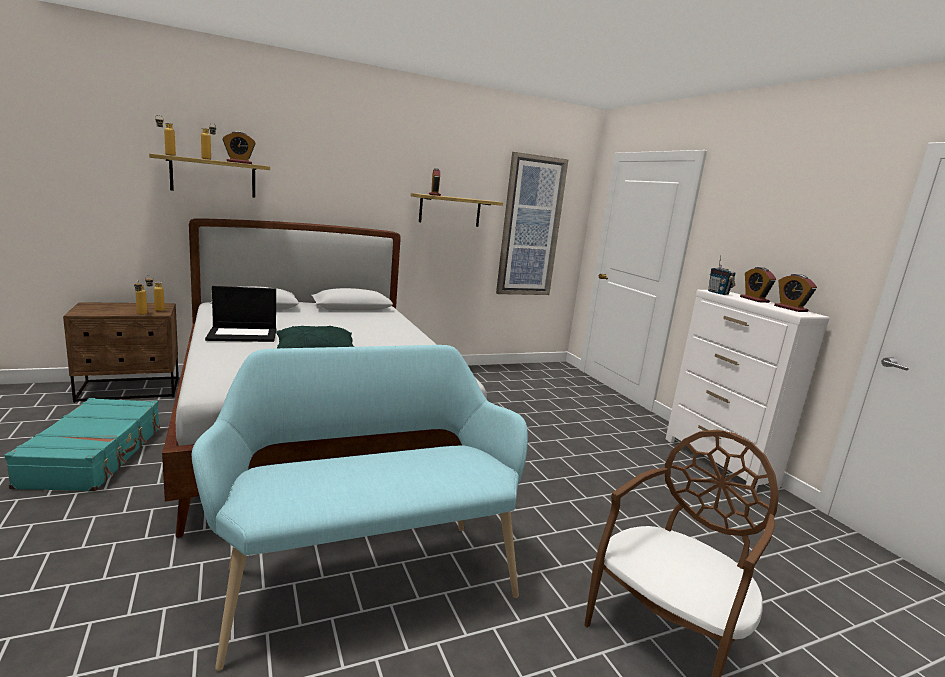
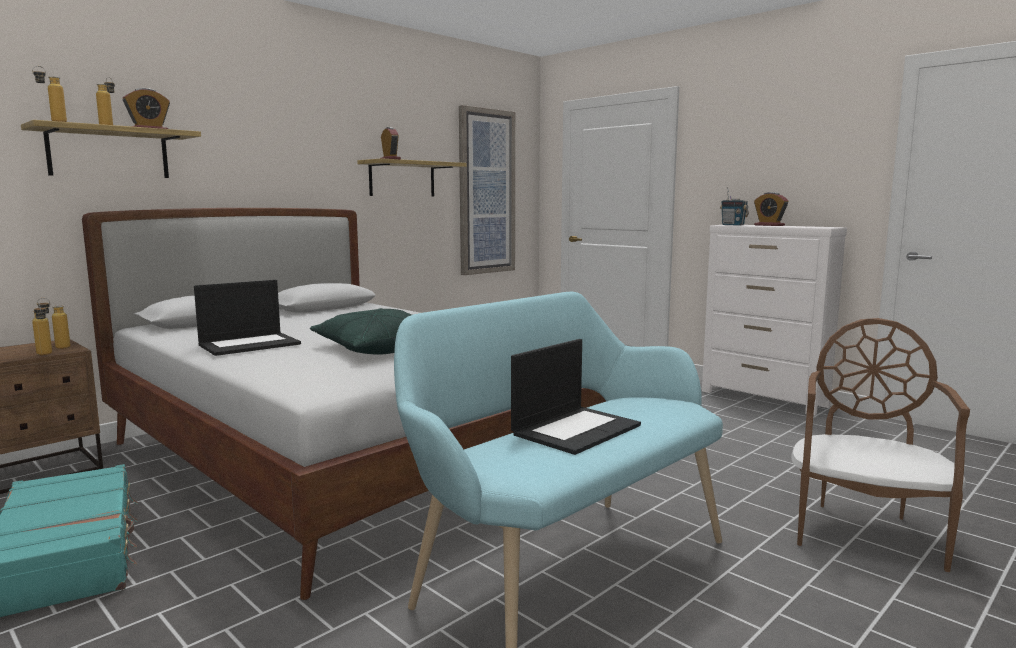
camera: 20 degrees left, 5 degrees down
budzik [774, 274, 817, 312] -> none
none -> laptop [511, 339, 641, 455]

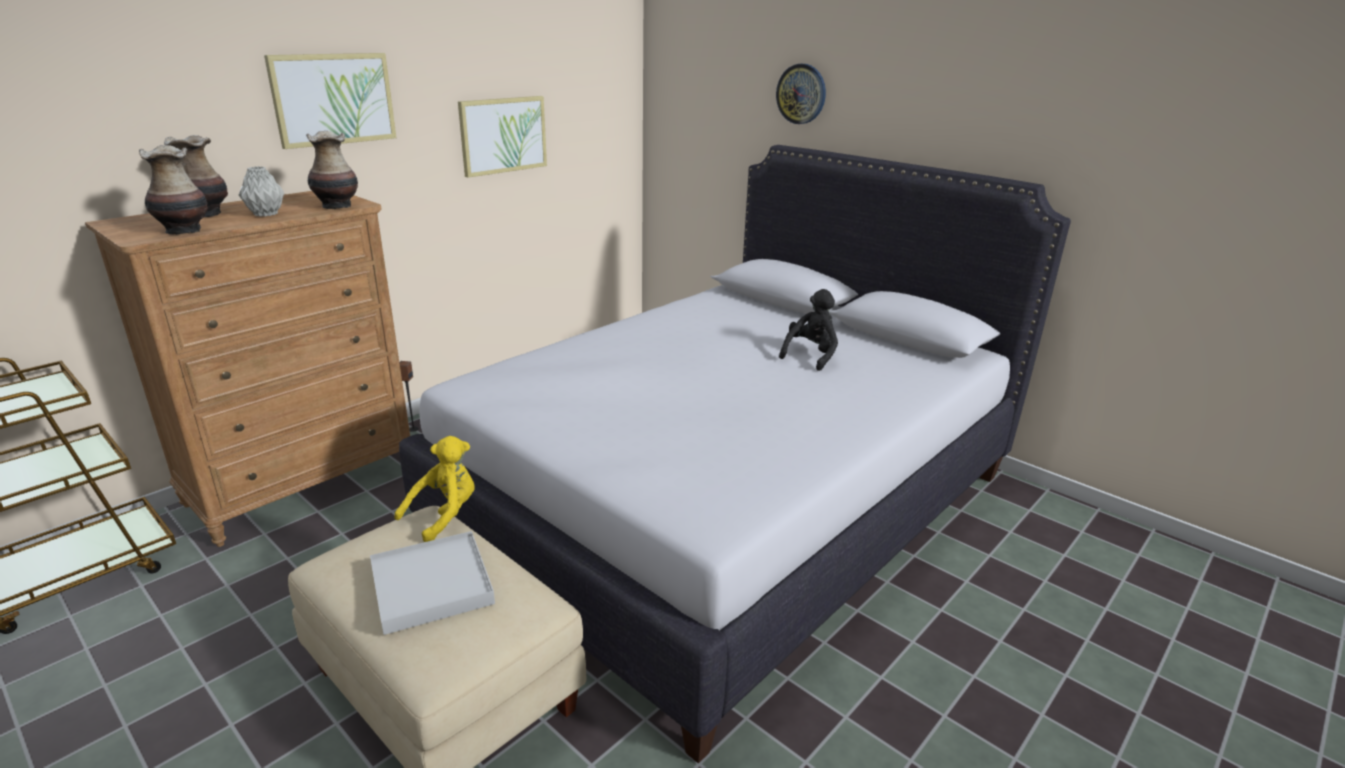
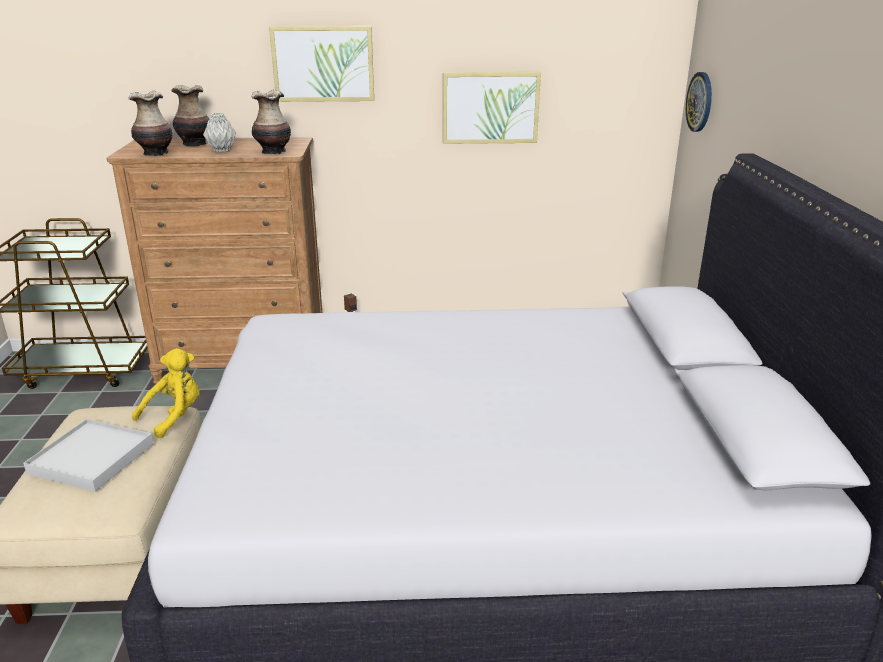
camera: 45 degrees right, 0 degrees up
pluszak (żółty) [394, 436, 475, 542] -> pluszak (żółty) [132, 348, 200, 438], 45 degrees counterclockwise
zegar ścienny [776, 64, 826, 124] -> zegar ścienny [686, 72, 712, 132], shifted
pluszak (czarny) [779, 289, 838, 371] -> none

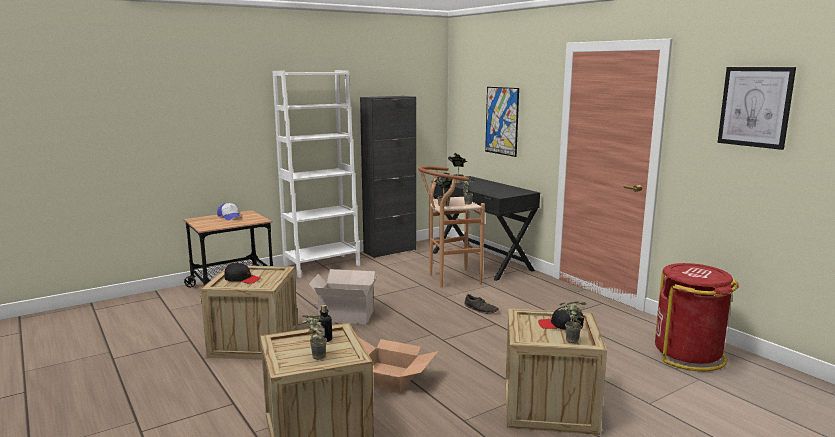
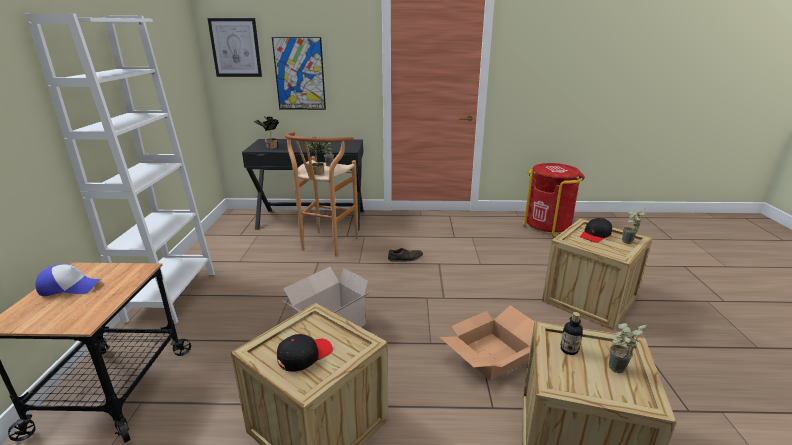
camera: 55 degrees left, 10 degrees up
szafka (czarny) [360, 96, 416, 258] -> none
obraz [718, 67, 796, 150] -> obraz [208, 18, 262, 77], shifted

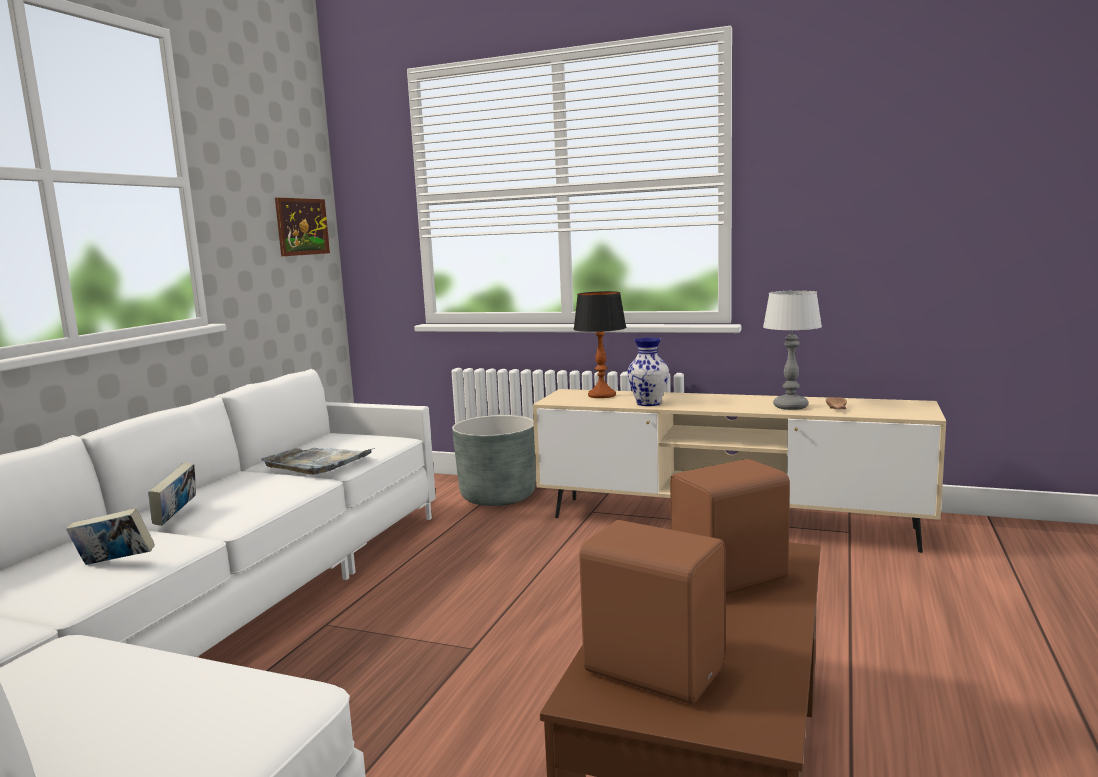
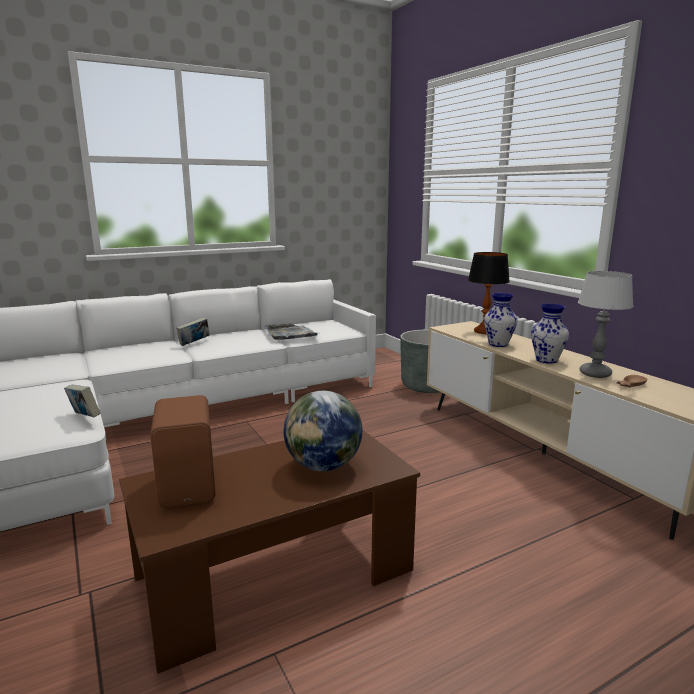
camera: 40 degrees right, 5 degrees up
książka [66, 508, 155, 565] -> książka [64, 385, 100, 417], shifted
obraz [275, 198, 330, 256] -> none
głośnik (brązowy) [670, 459, 790, 595] -> globus [284, 391, 362, 471]
none -> wazon [531, 304, 569, 364]

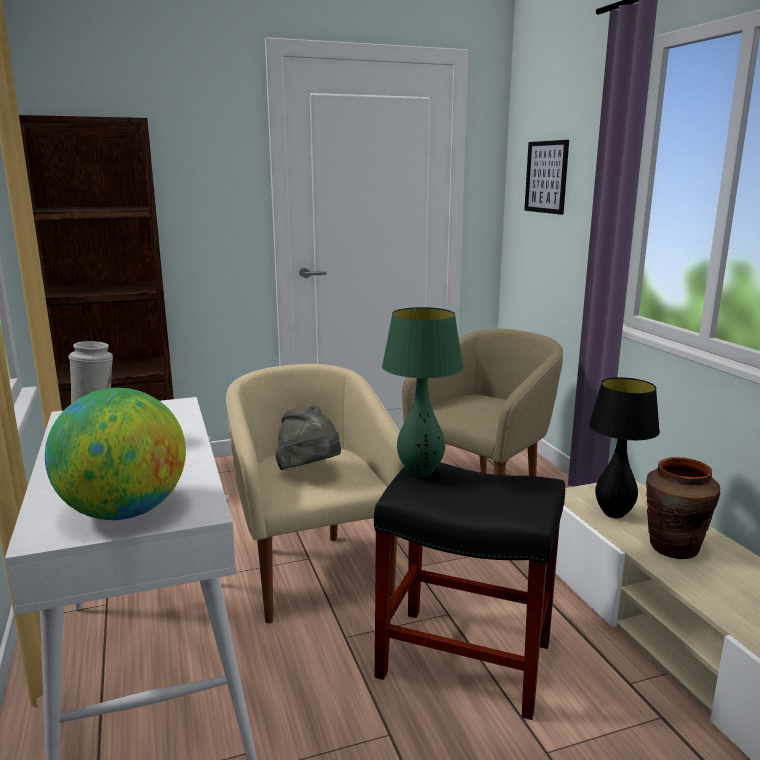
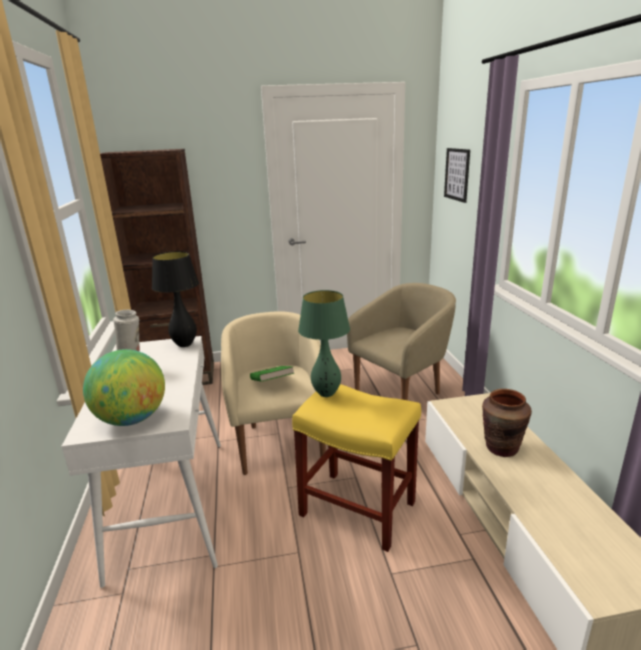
camera: 10 degrees right, 5 degrees up
kapelusz (szary) [276, 405, 341, 470] -> książka (zielony) [250, 366, 294, 382]
stołek (czarny) [374, 462, 565, 720] -> stołek (żółty) [292, 384, 421, 552]
lampa stołowa (czarny) [589, 377, 660, 518] -> lampa stołowa (czarny) [152, 251, 199, 347], shifted

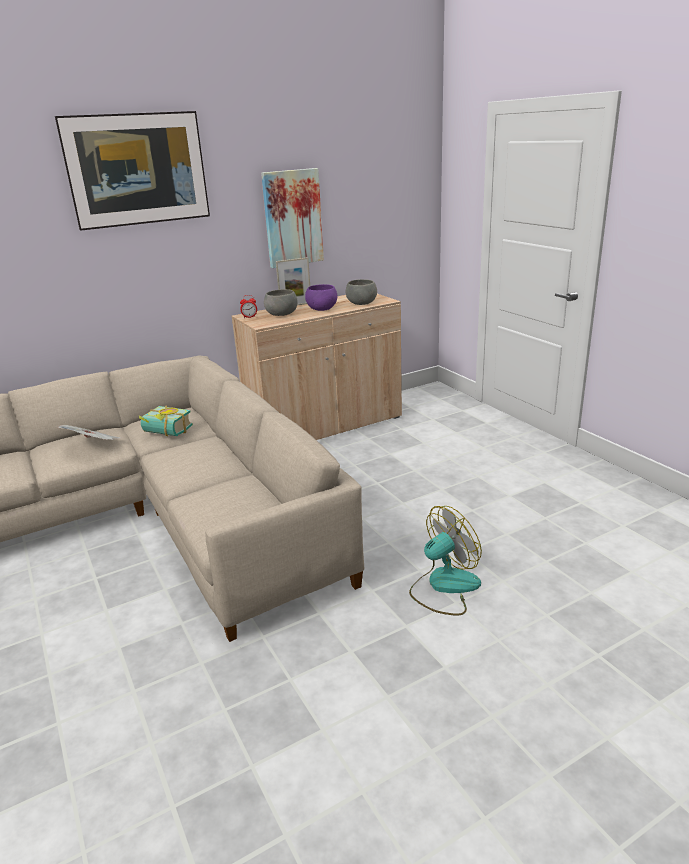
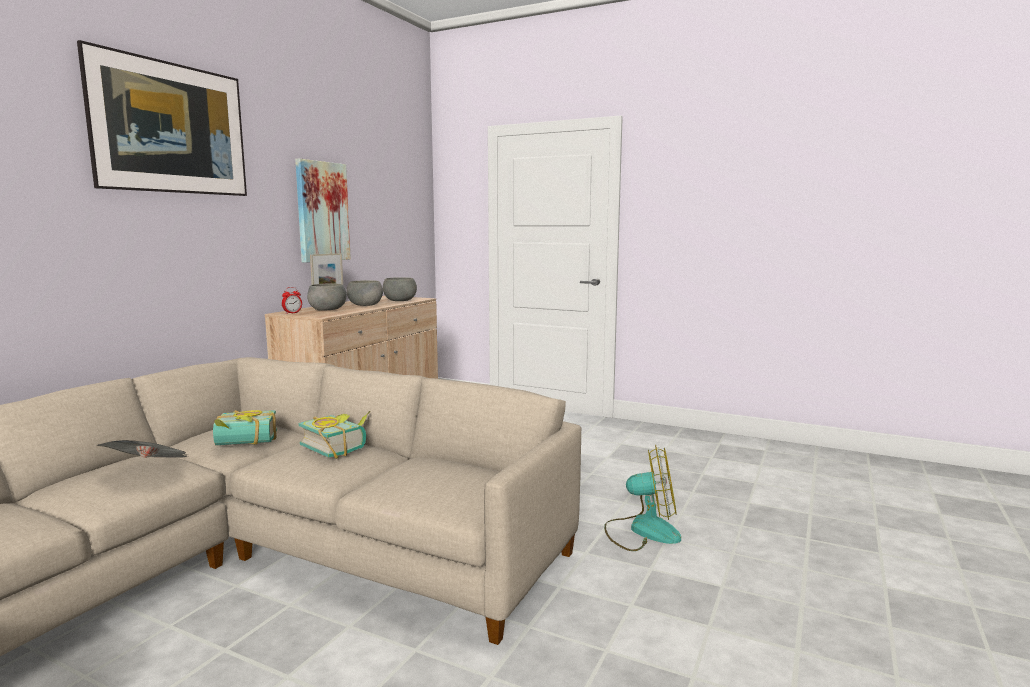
camera: 35 degrees left, 15 degrees down
miska (fioletowy) [305, 284, 337, 311] -> miska (szary) [347, 280, 383, 306]
wentylator [409, 506, 482, 615] -> wentylator [604, 445, 681, 551], 75 degrees clockwise
none -> książka [299, 411, 371, 459]

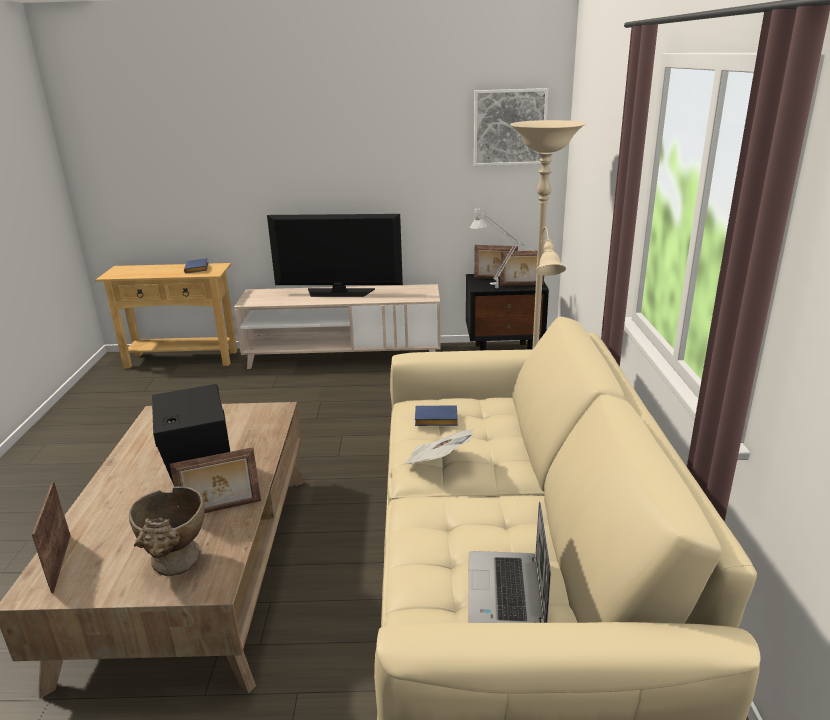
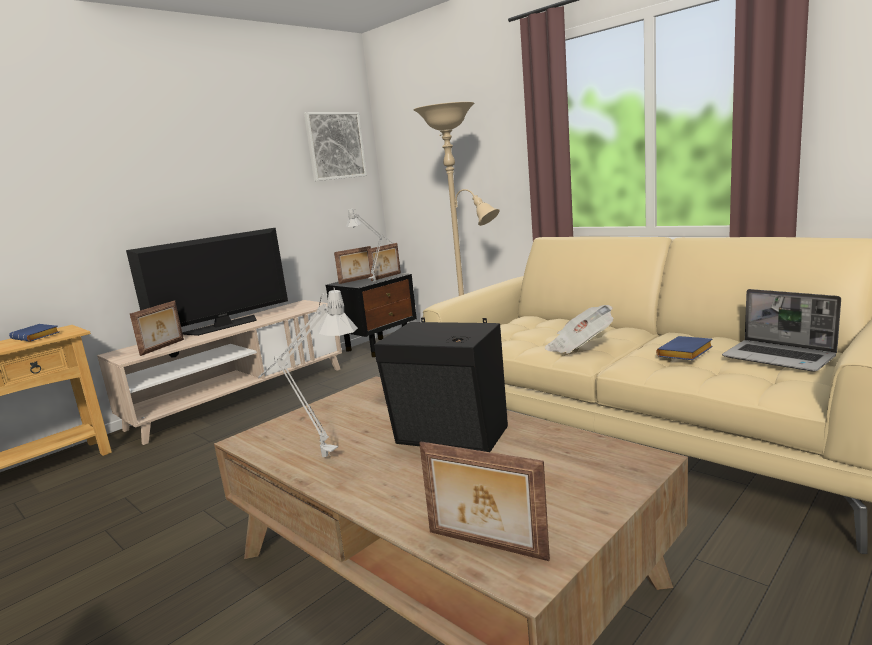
camera: 45 degrees left, 10 degrees down
wazon (beżowy) [129, 486, 205, 576] -> none
ramka na zdjęcie [169, 447, 261, 513] -> ramka na zdjęcie [130, 300, 184, 356], shifted
książka (niebieski) [415, 405, 458, 426] -> książka (niebieski) [656, 336, 713, 360], shifted
none -> lampa stołowa (szary) [258, 288, 358, 458]

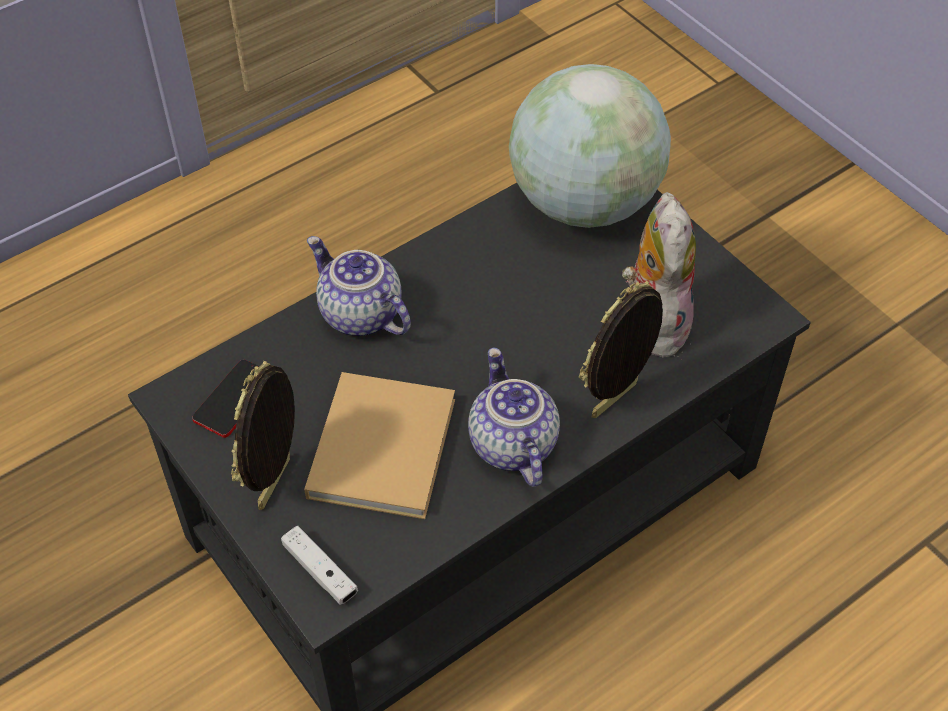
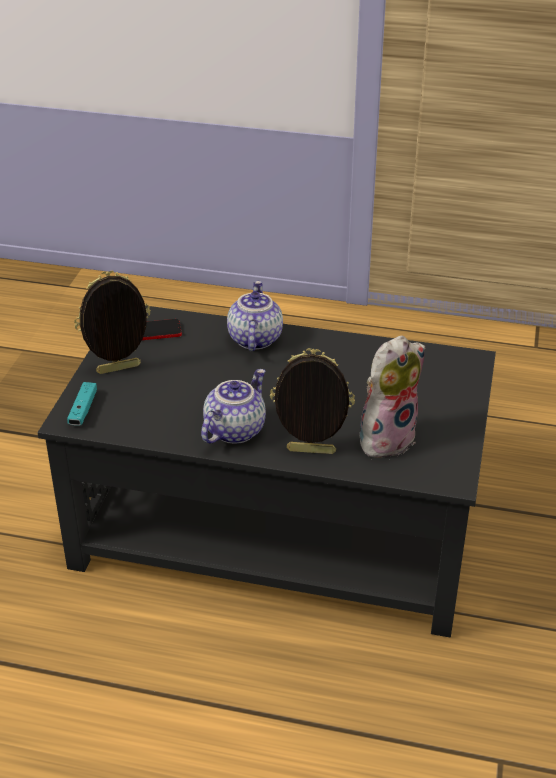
camera: 50 degrees right, 15 degrees down
pad do gier (biały) [281, 526, 358, 605] -> pad do gier (turkusowy) [67, 382, 97, 426]
książka (beżowy) [304, 372, 455, 519] -> none
globus [509, 64, 671, 228] -> none

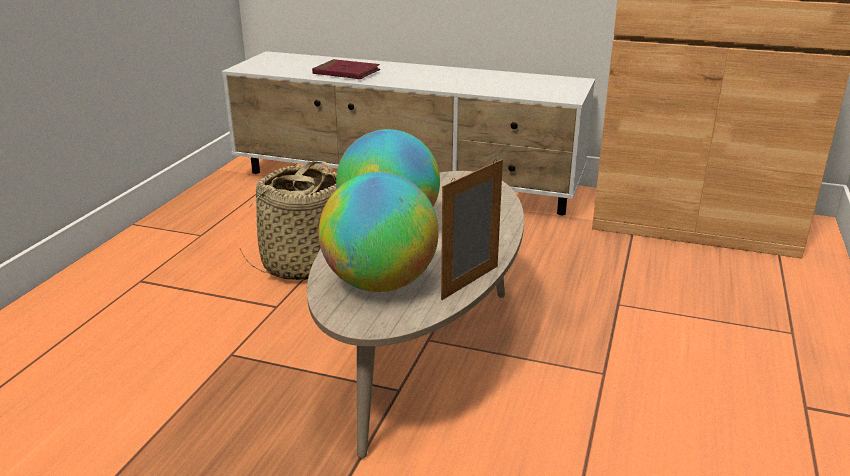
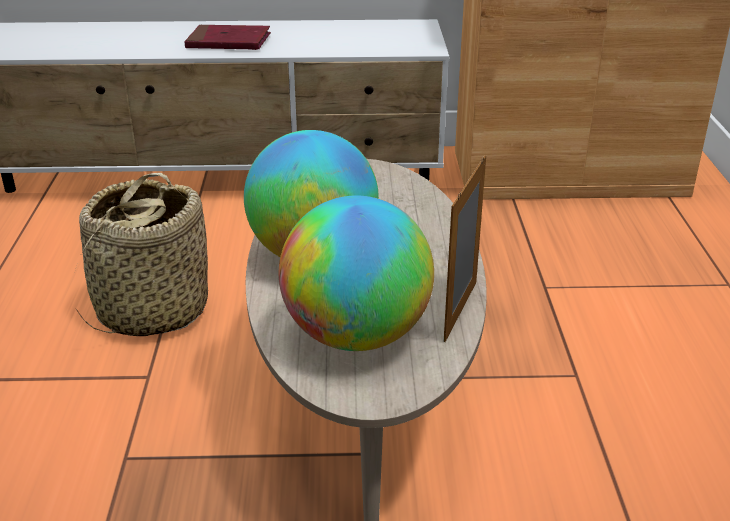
camera: 20 degrees left, 5 degrees up
książka (czerwony) [312, 59, 380, 79] -> książka (czerwony) [184, 25, 271, 50], shifted

